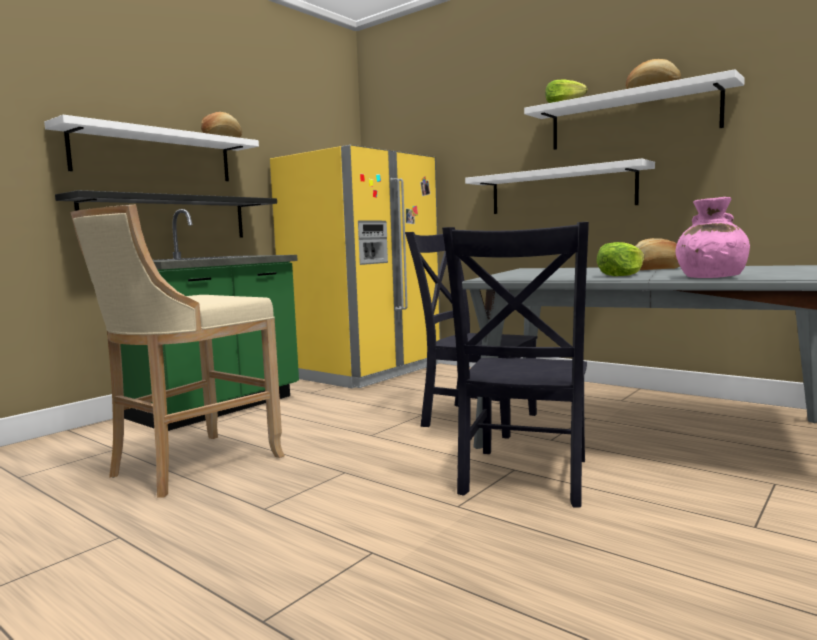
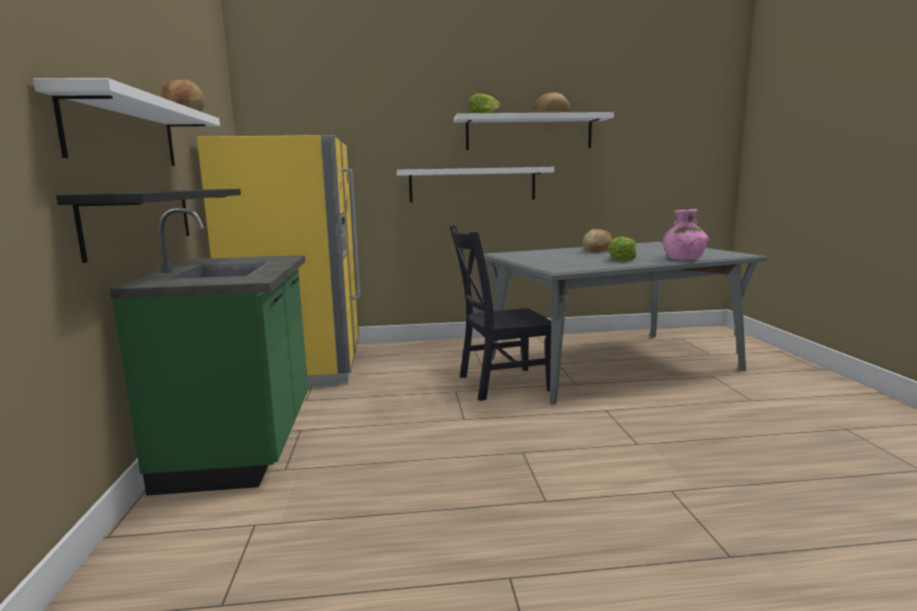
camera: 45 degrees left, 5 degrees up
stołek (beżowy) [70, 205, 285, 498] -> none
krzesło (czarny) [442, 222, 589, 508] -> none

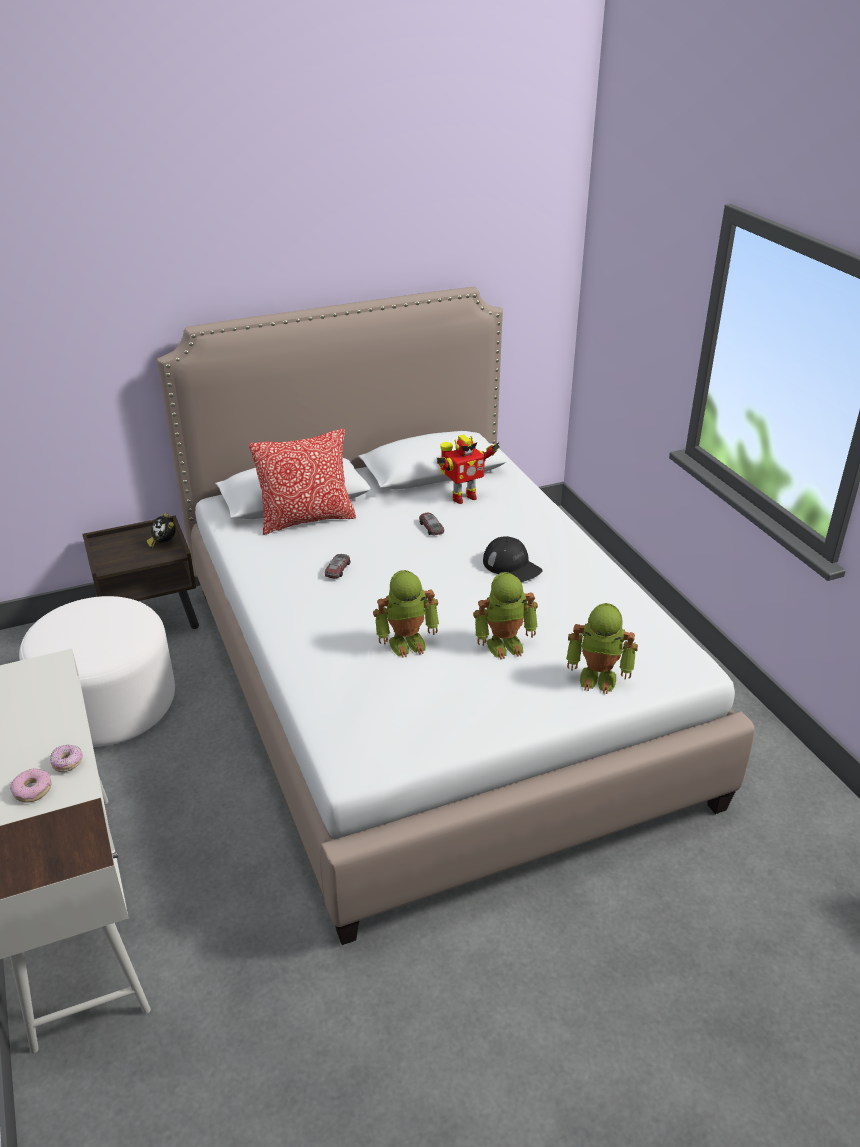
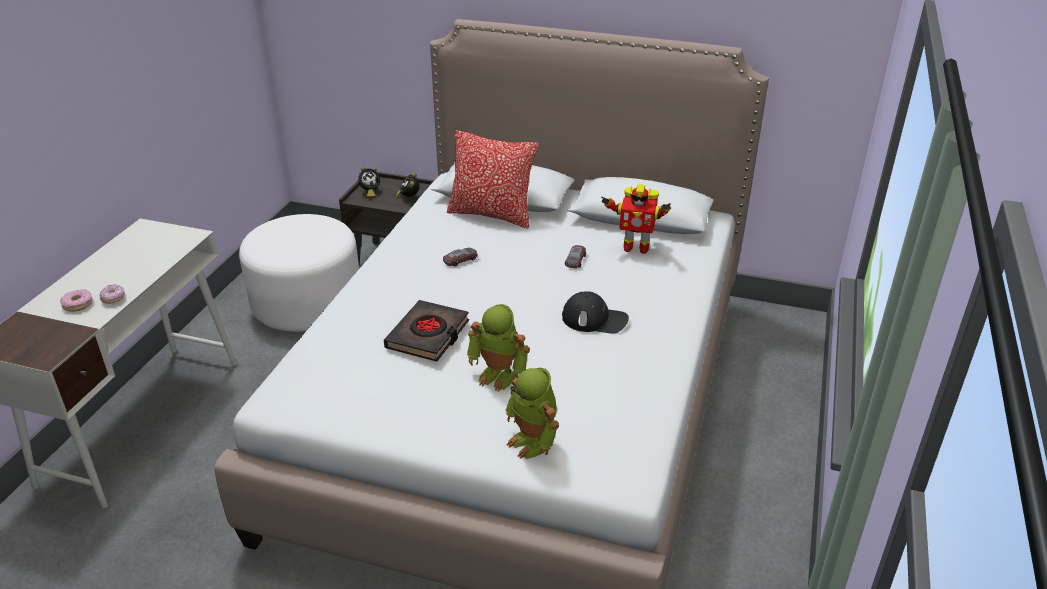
camera: 40 degrees right, 0 degrees up
robot zabawkowy [373, 570, 439, 658] -> książka (czarny) [384, 300, 469, 362]
czapka z daszkiem (czarny) [483, 536, 543, 582] -> czapka z daszkiem (czarny) [562, 291, 629, 334], 75 degrees counterclockwise
none -> budzik [358, 167, 380, 197]

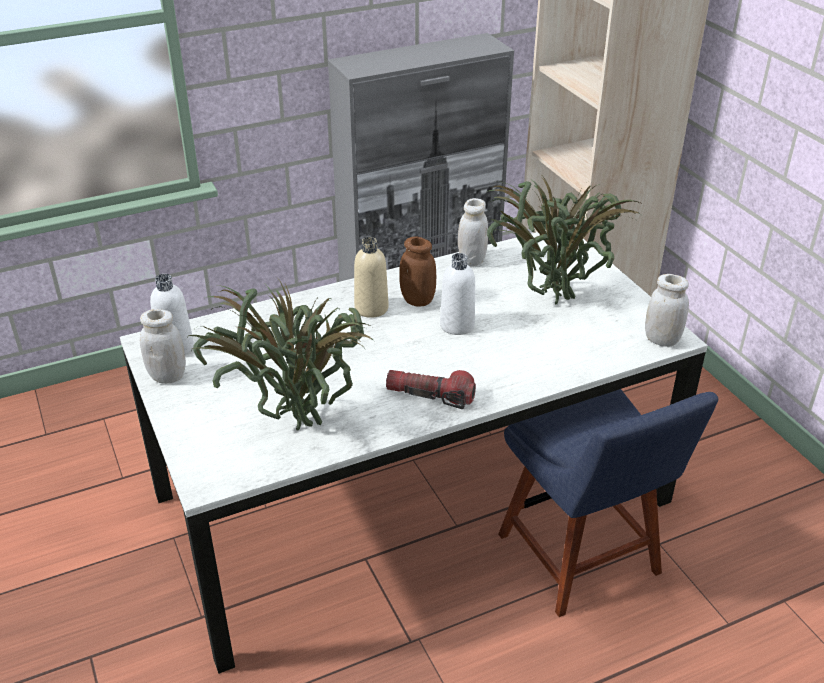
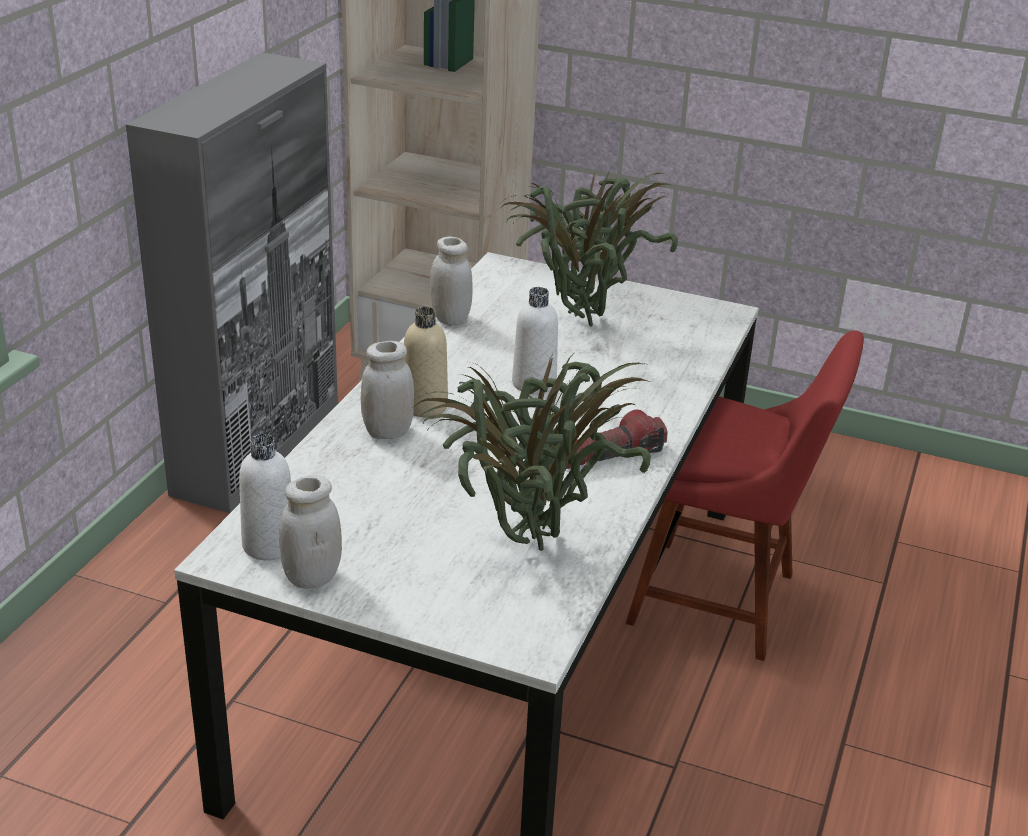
camera: 45 degrees left, 5 degrees down
słoik (brązowy) [400, 237, 436, 306] -> none
krzesło (niebieski) [498, 389, 718, 617] -> krzesło (czerwony) [626, 330, 864, 661]
słoik (biały) [645, 274, 689, 347] -> słoik (biały) [361, 341, 414, 439], shifted

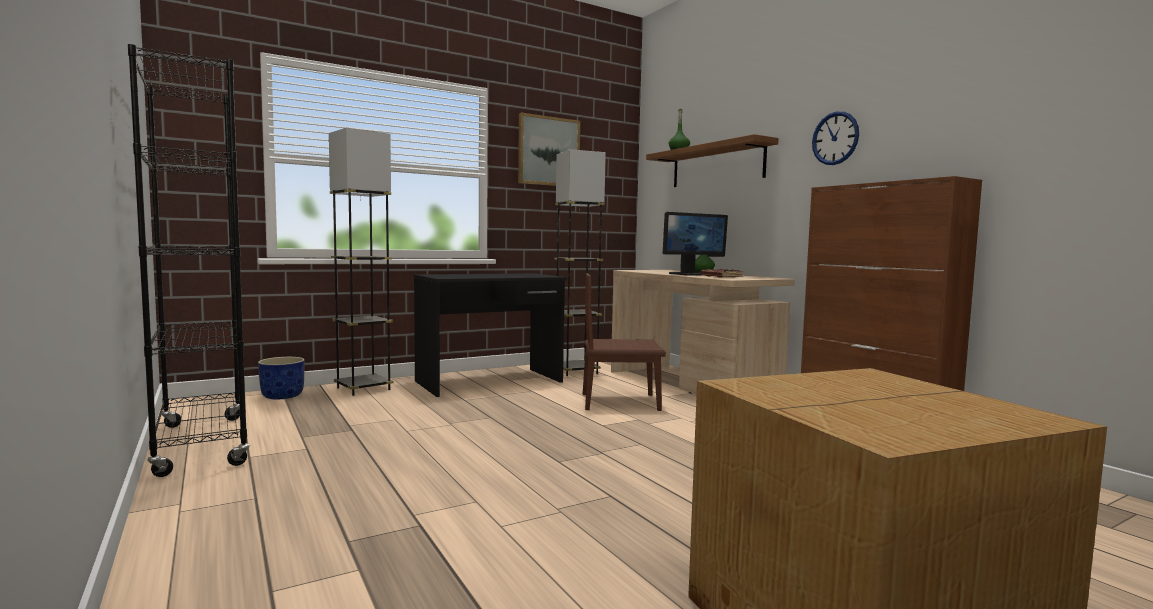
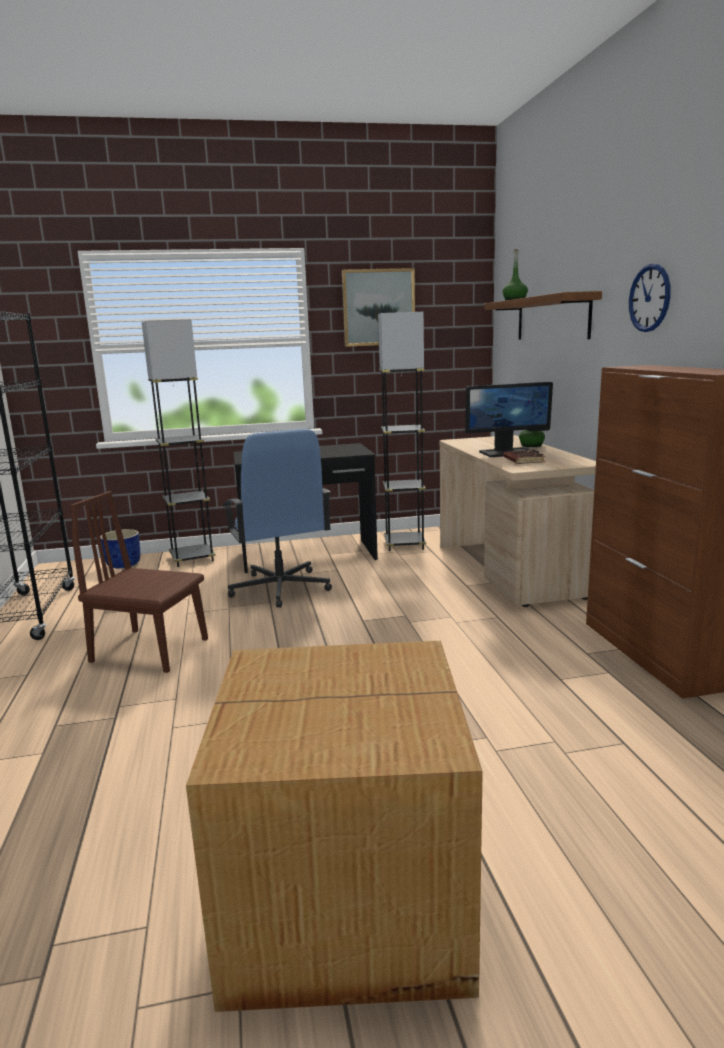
camera: 20 degrees right, 10 degrees up
krzesło (brązowy) [583, 273, 666, 411] -> krzesło (brązowy) [71, 491, 208, 673], shifted
none -> krzesło biurowe (niebieski) [223, 429, 332, 608]

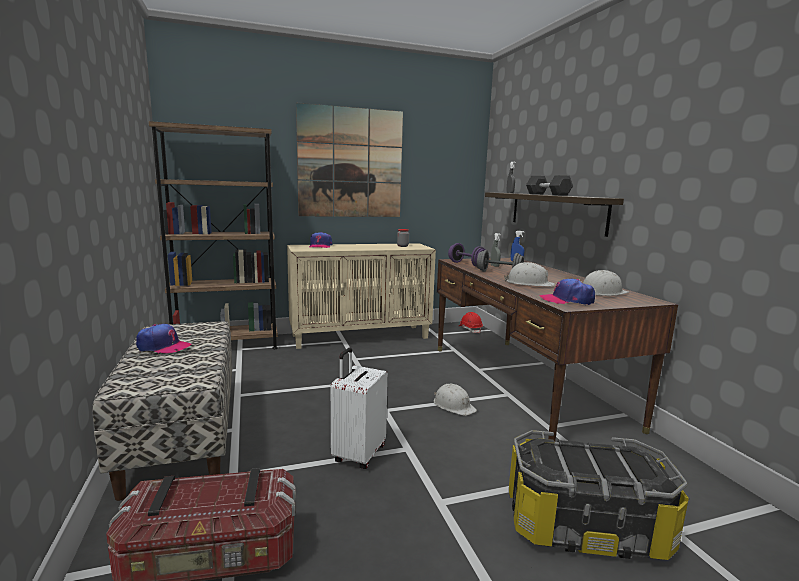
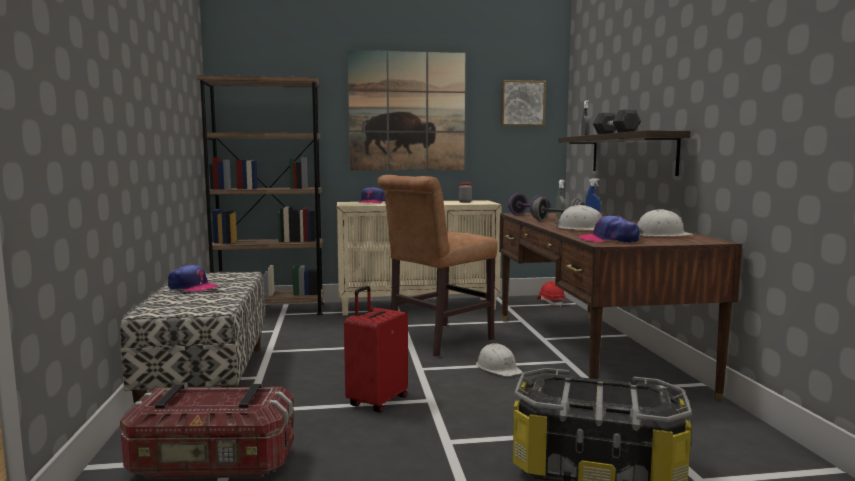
camera: 10 degrees right, 5 degrees down
walizka (biały) [331, 348, 388, 469] -> walizka (czerwony) [344, 286, 408, 413]
none -> krzesło (brązowy) [377, 175, 498, 357]
none -> obraz [501, 80, 546, 126]

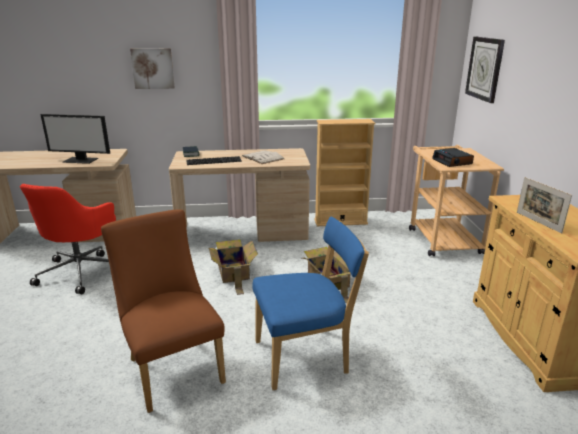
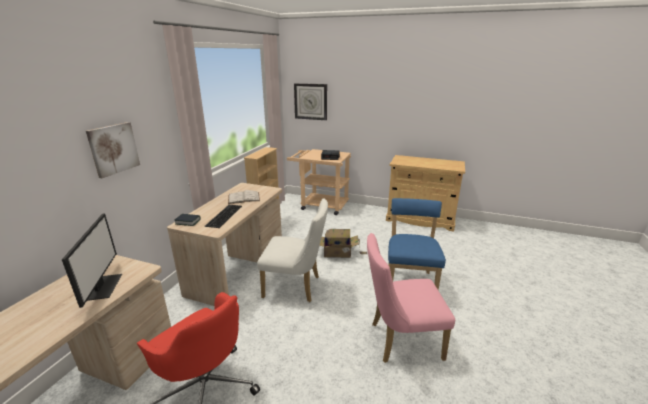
camera: 65 degrees left, 0 degrees up
monitor [40, 114, 110, 164] -> monitor [62, 213, 122, 308], 45 degrees counterclockwise
krzesło (brązowy) [101, 209, 226, 413] -> krzesło (różowy) [367, 233, 455, 363]
karton [209, 239, 258, 295] -> krzesło (biały) [257, 198, 328, 302]
ramka na zdjęcie [517, 177, 572, 233] -> none

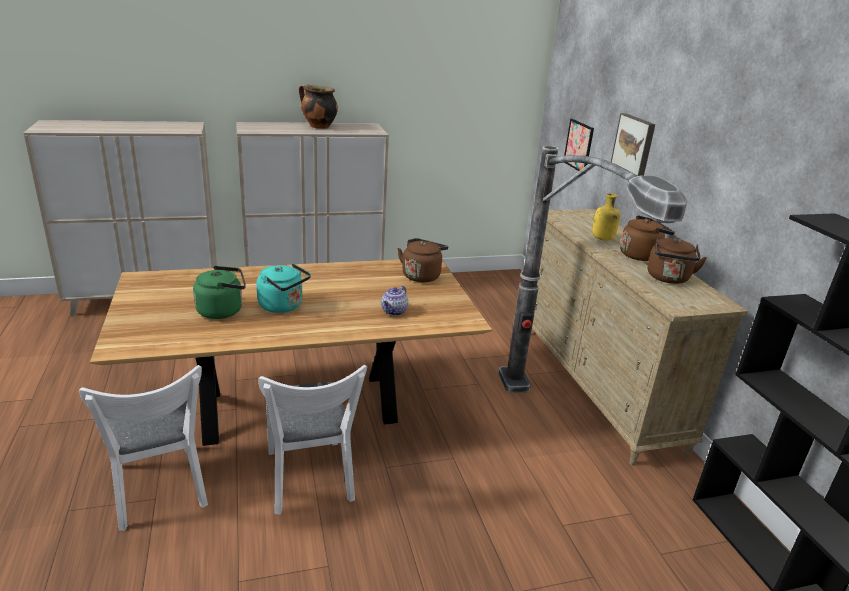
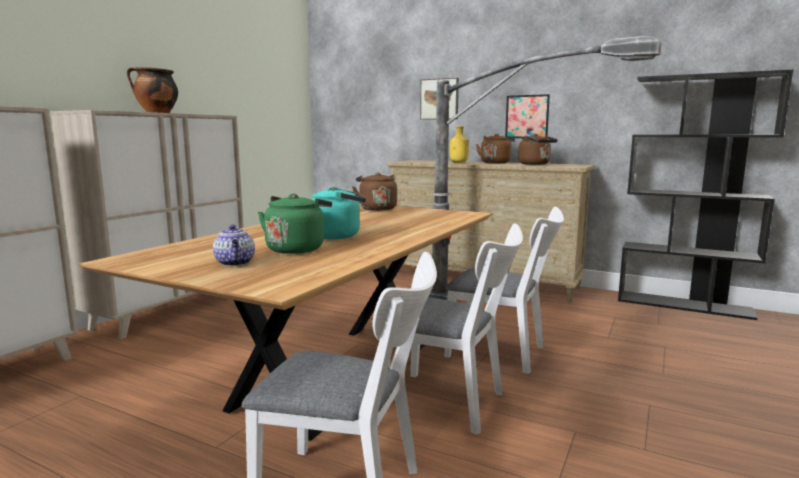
camera: 45 degrees left, 15 degrees down
imbryk [381, 286, 408, 316] -> imbryk [213, 225, 255, 266], shifted
obraz [564, 119, 594, 174] -> obraz [505, 94, 550, 138], shifted
none -> krzesło (biały) [444, 207, 564, 374]

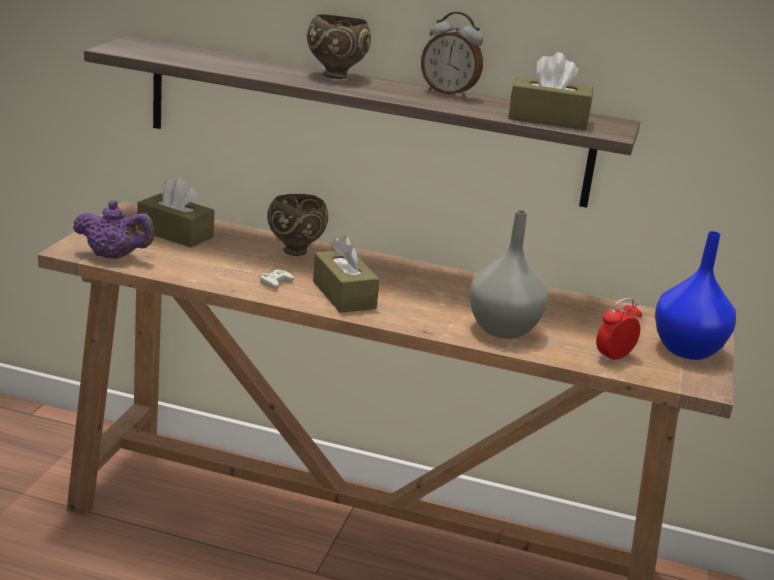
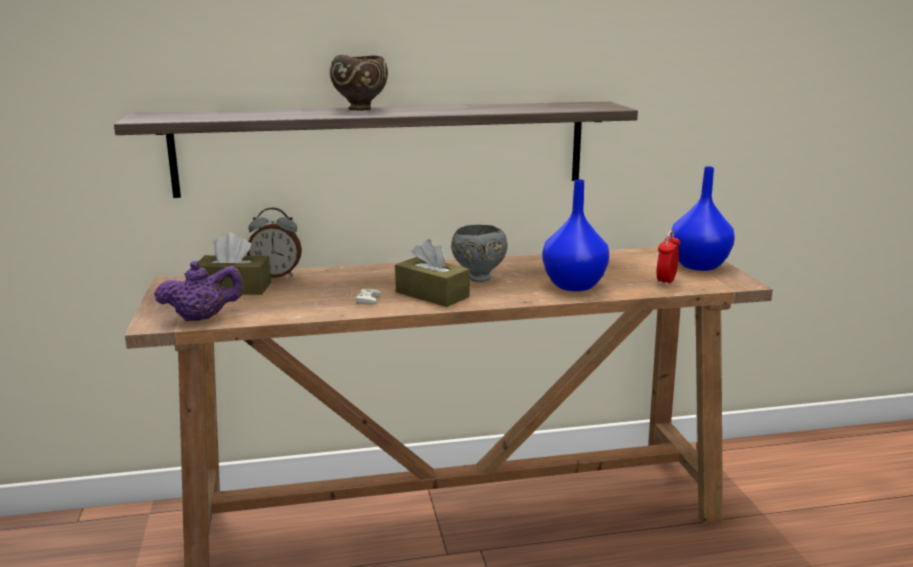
camera: 25 degrees left, 5 degrees down
miska (brązowy) [267, 194, 328, 256] -> none
budzik [421, 12, 483, 98] -> budzik [247, 207, 302, 278], shifted
wazon (szary) [469, 210, 548, 339] -> wazon (niebieski) [542, 179, 609, 291]
pudełko chusteczek (brązowy) [508, 52, 593, 130] -> none
none -> miska (szary) [451, 225, 508, 282]

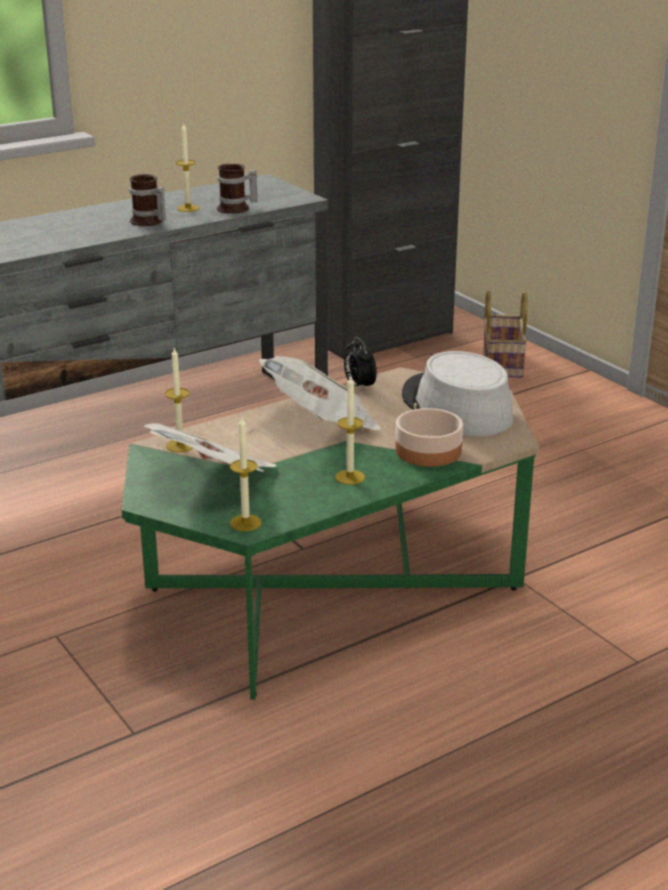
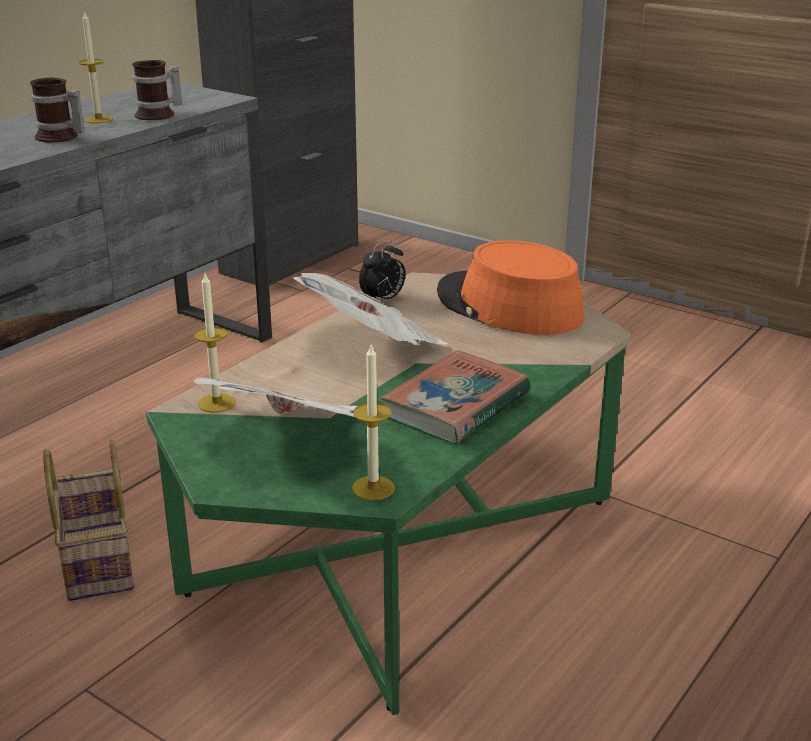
camera: 20 degrees left, 0 degrees up
świeca [335, 376, 365, 485] -> książka [381, 350, 531, 444]
budzik [344, 337, 377, 391] -> budzik [359, 240, 405, 299], 90 degrees counterclockwise
miska [395, 408, 463, 467] -> none
kapelusz (szary) [402, 351, 514, 436] -> kapelusz (pomarańczowy) [437, 240, 584, 335]
koszyk [483, 290, 527, 378] -> koszyk [43, 439, 134, 601], shifted

